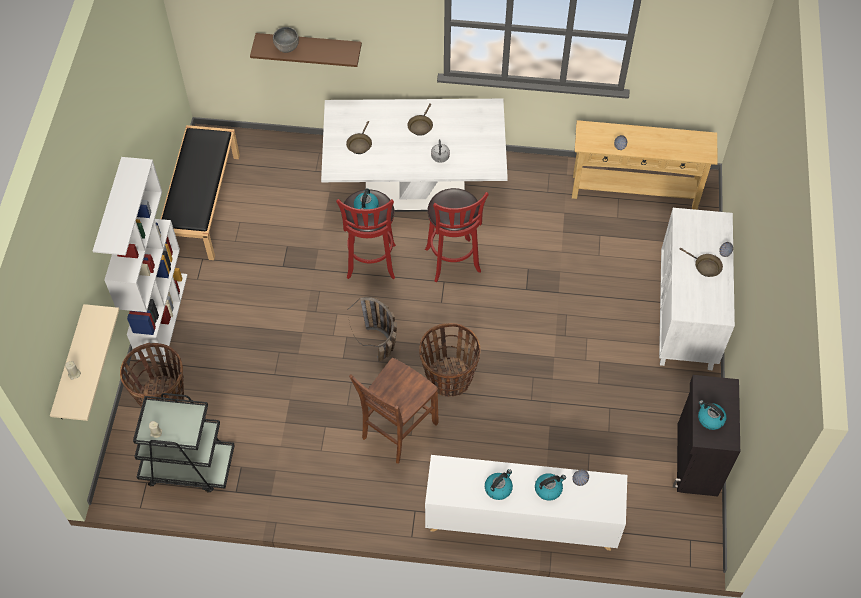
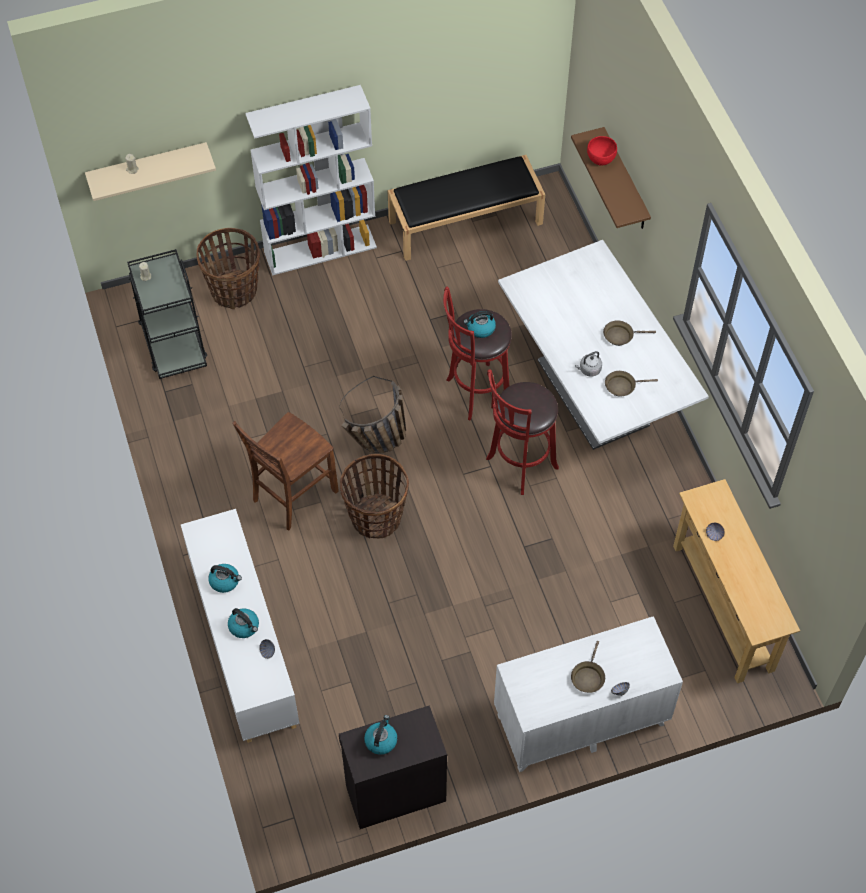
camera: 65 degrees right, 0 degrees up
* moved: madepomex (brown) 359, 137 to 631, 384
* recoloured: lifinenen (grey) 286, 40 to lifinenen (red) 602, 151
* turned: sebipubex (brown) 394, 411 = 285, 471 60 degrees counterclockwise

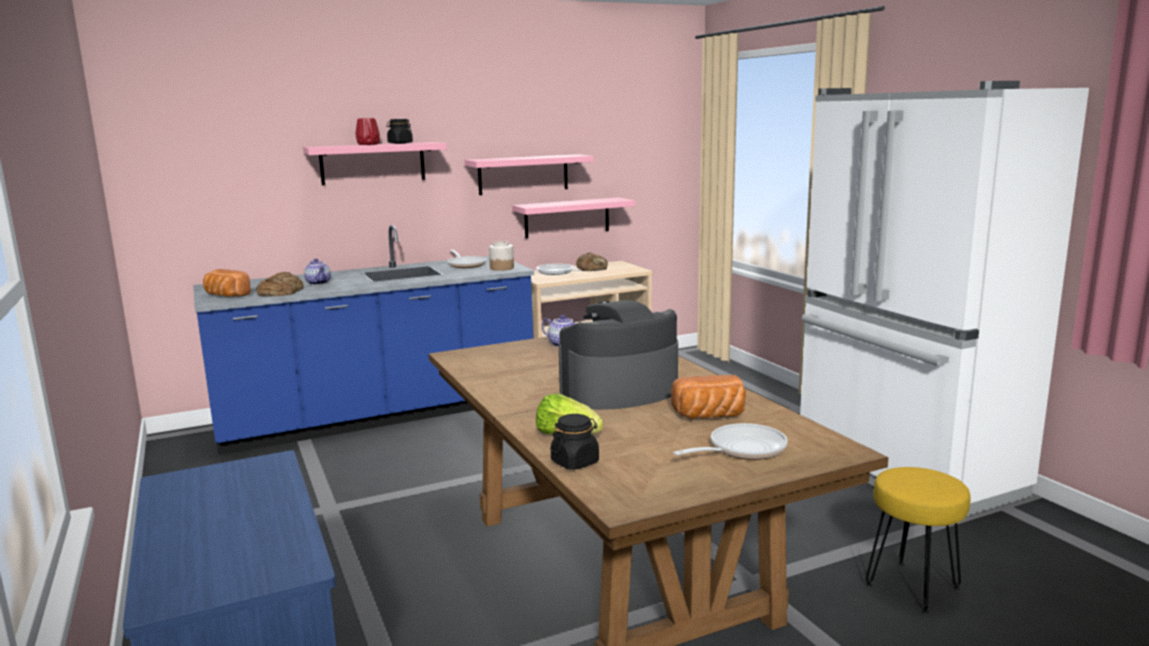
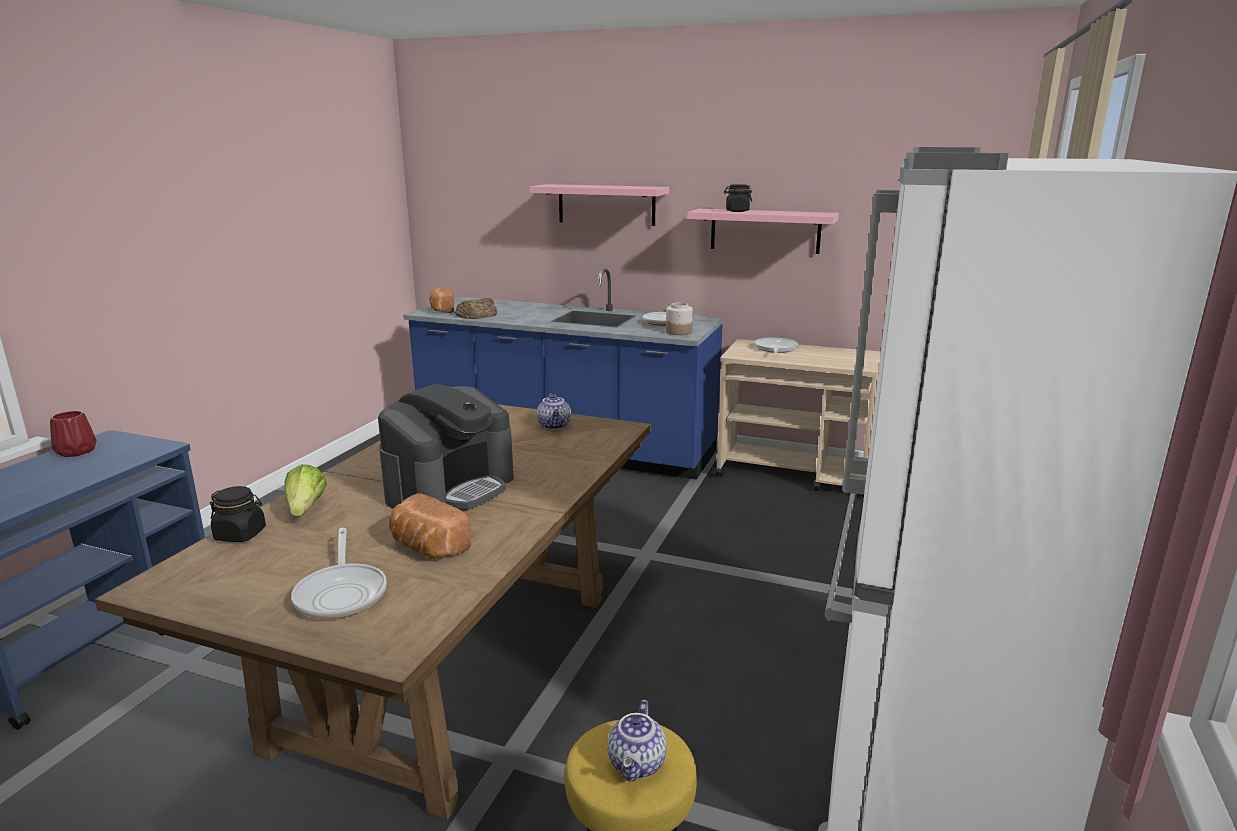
camera: 45 degrees right, 5 degrees up
* removed: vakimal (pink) 574, 217
* removed: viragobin 592, 262
* moved: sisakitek 317, 272 to 637, 740
* moved: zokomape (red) 367, 131 to 73, 434
* moved: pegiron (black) 399, 131 to 738, 198
* turned: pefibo 618, 355 = 446, 447 105 degrees clockwise
* turned: madepomex 730, 441 = 339, 573 60 degrees clockwise

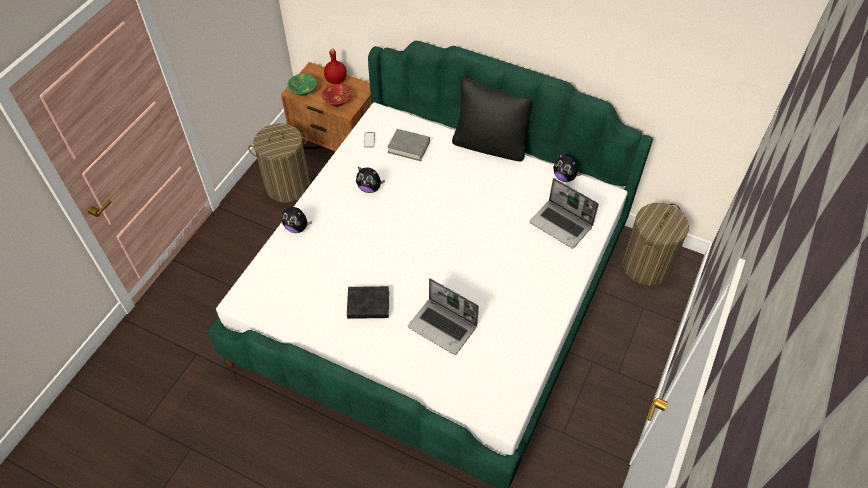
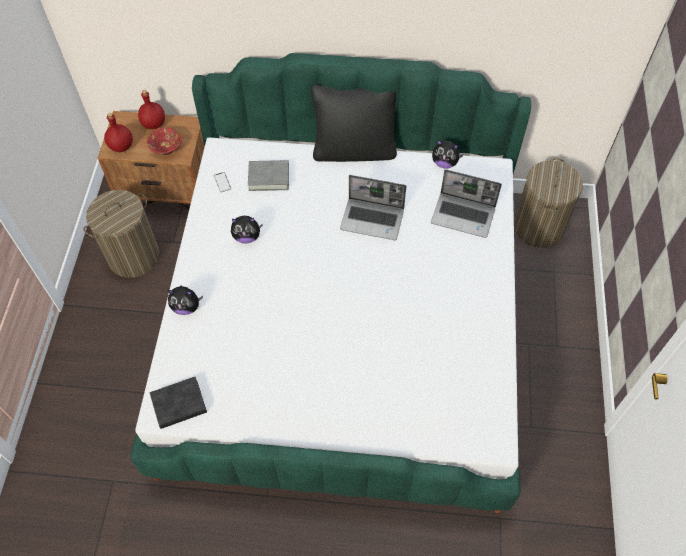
camera: 20 degrees left, 5 degrees up
* moved: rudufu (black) 368, 302 to 178, 403
* moved: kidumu 443, 316 to 373, 207
* replaced: lifinenen (green) 302, 85 to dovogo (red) 118, 132

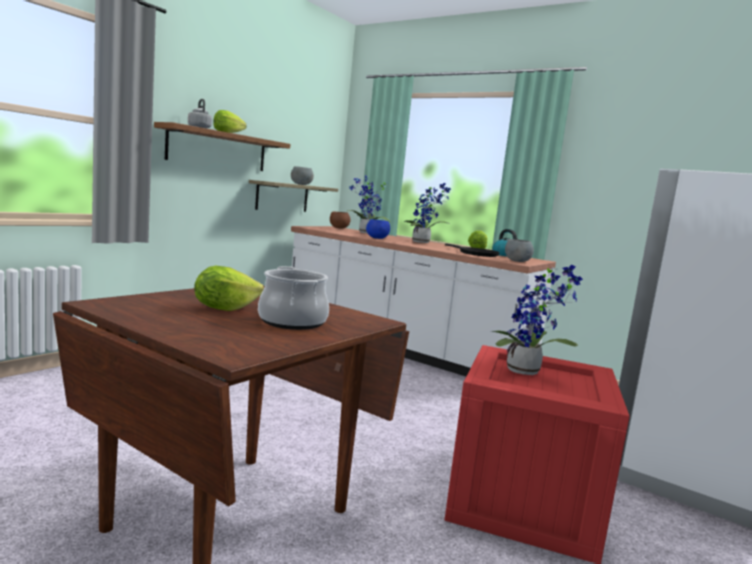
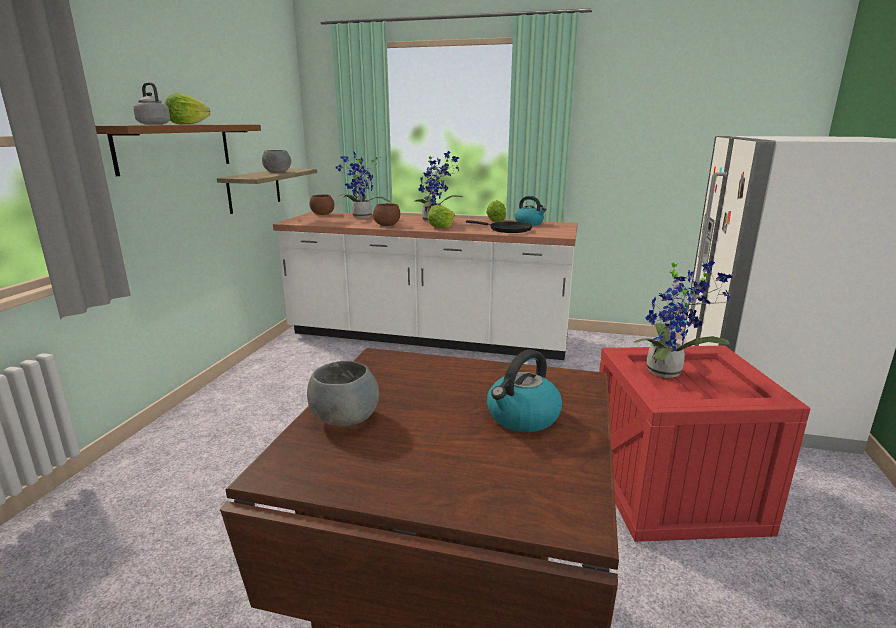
camera: 20 degrees left, 10 degrees up
* moved: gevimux 229, 288 to 441, 216
* moved: lifinenen (grey) 519, 250 to 343, 393
* replaced: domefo 293, 298 to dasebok 524, 391
* recoloured: lifinenen (blue) 378, 229 to lifinenen (brown) 386, 214

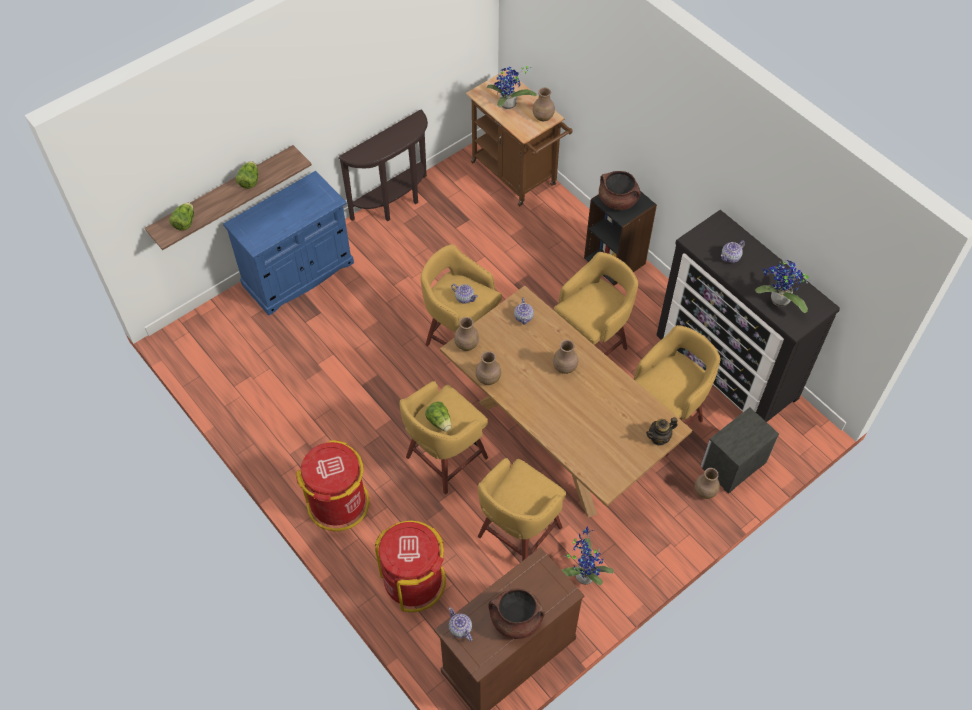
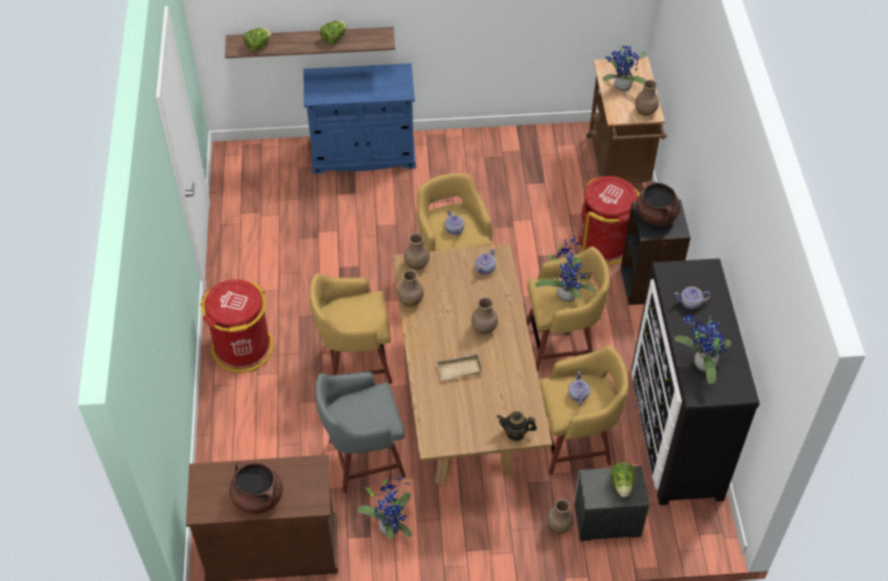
camera: 35 degrees right, 5 degrees down
* removed: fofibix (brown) 383, 165
* added: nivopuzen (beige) 459, 366
* added: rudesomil 565, 269
* moved: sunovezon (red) 410, 566 to 609, 220
* moved: gevimux 438, 416 to 623, 480
* moved: sisakitek 460, 624 to 579, 388
* recoloured: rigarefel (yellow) 522, 509 to rigarefel (grey) 360, 432

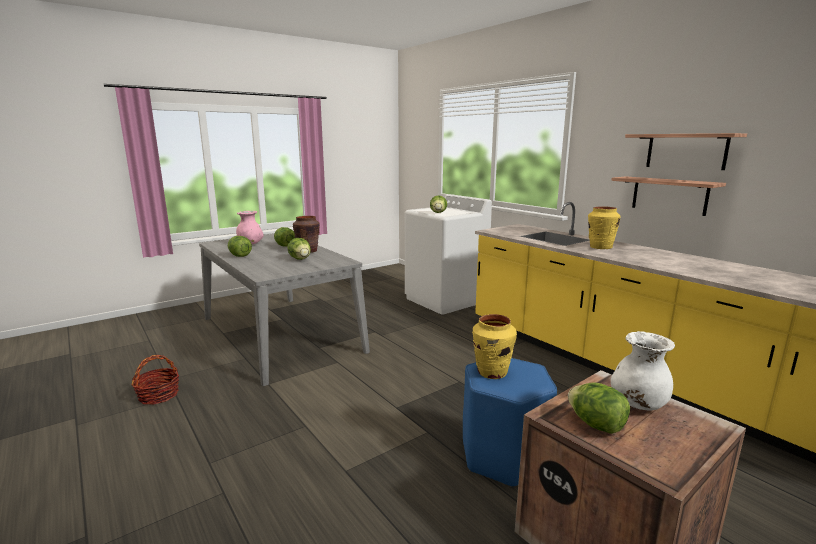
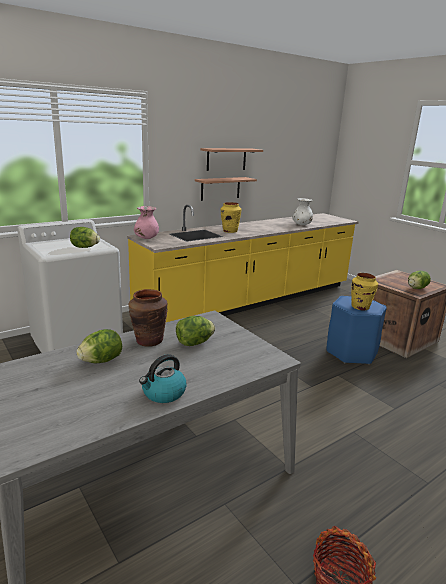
camera: 90 degrees left, 5 degrees up
* moved: zokomape (pink) 250, 227 to 146, 222
* moved: zokomape (white) 643, 370 to 302, 211
* replaced: gevimux 240, 246 to dasebok 163, 378

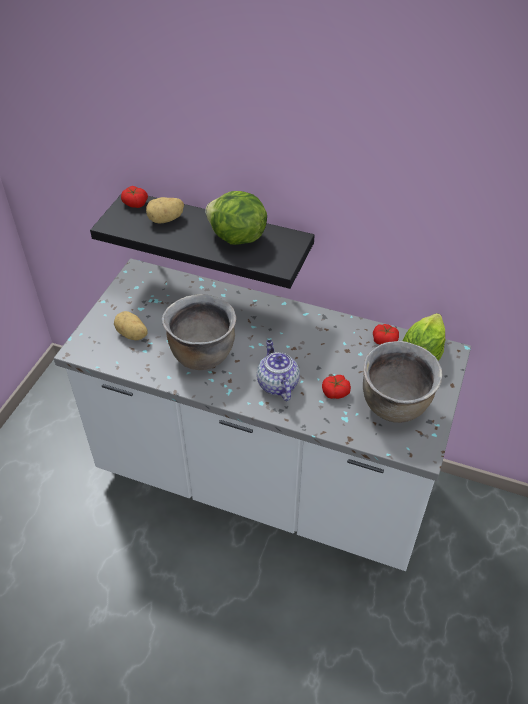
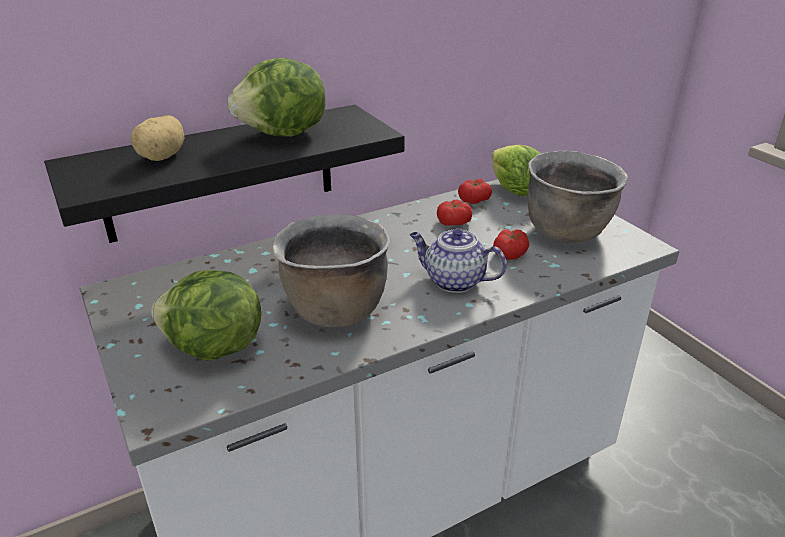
camera: 50 degrees left, 15 degrees down
* moved: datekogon 134, 197 to 454, 213
* replaced: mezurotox 131, 325 to gevimux 206, 315

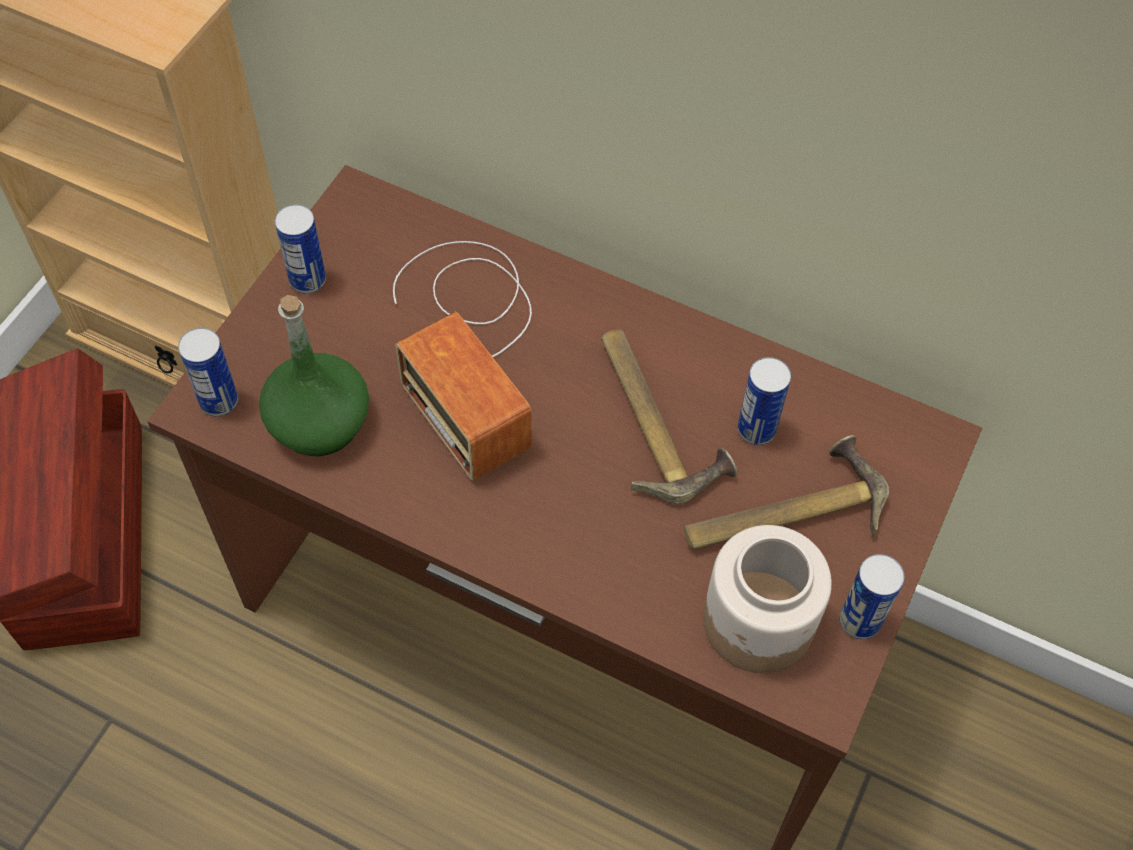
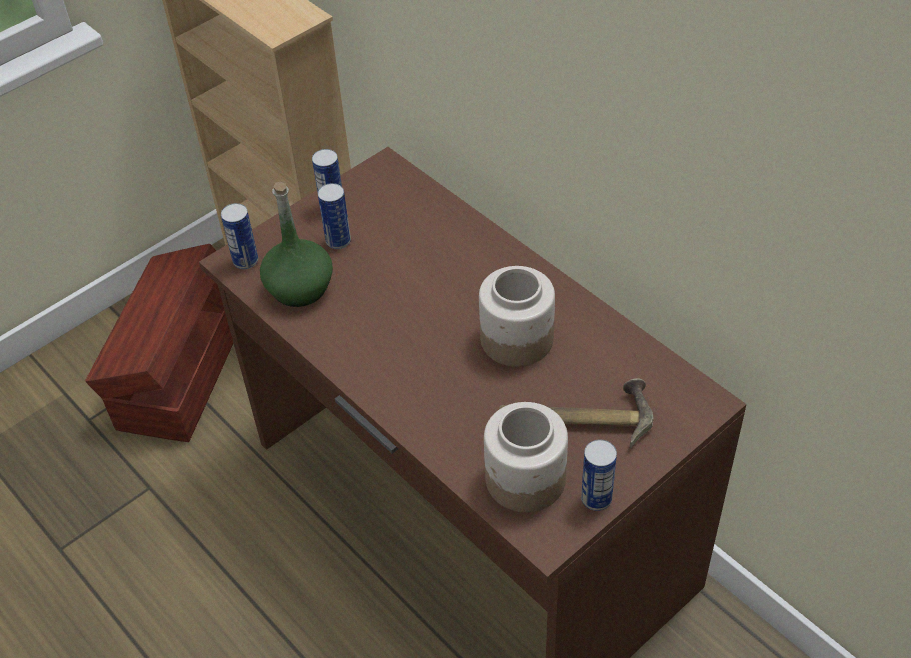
camera: 25 degrees right, 10 degrees down
* removed: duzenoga 462, 361
* moved: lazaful 764, 401 to 334, 216
* replaced: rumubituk 669, 417 to pegiron 517, 316

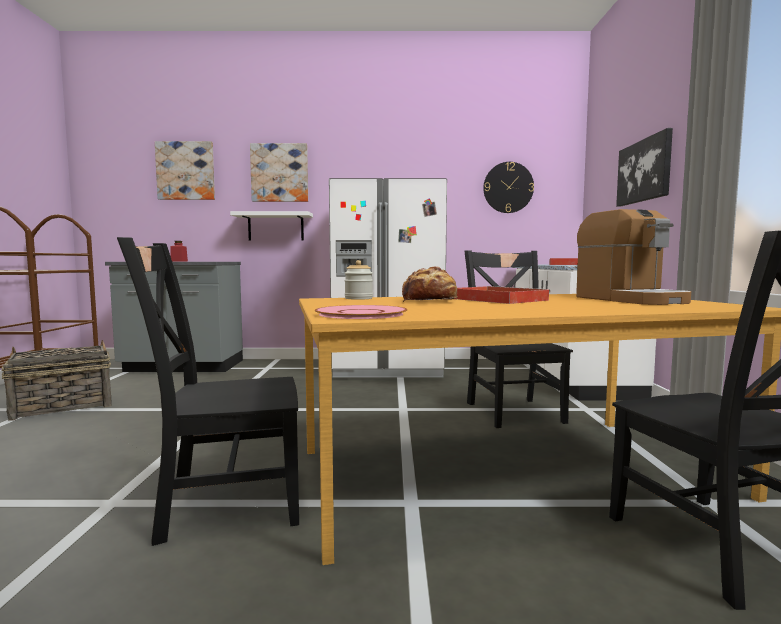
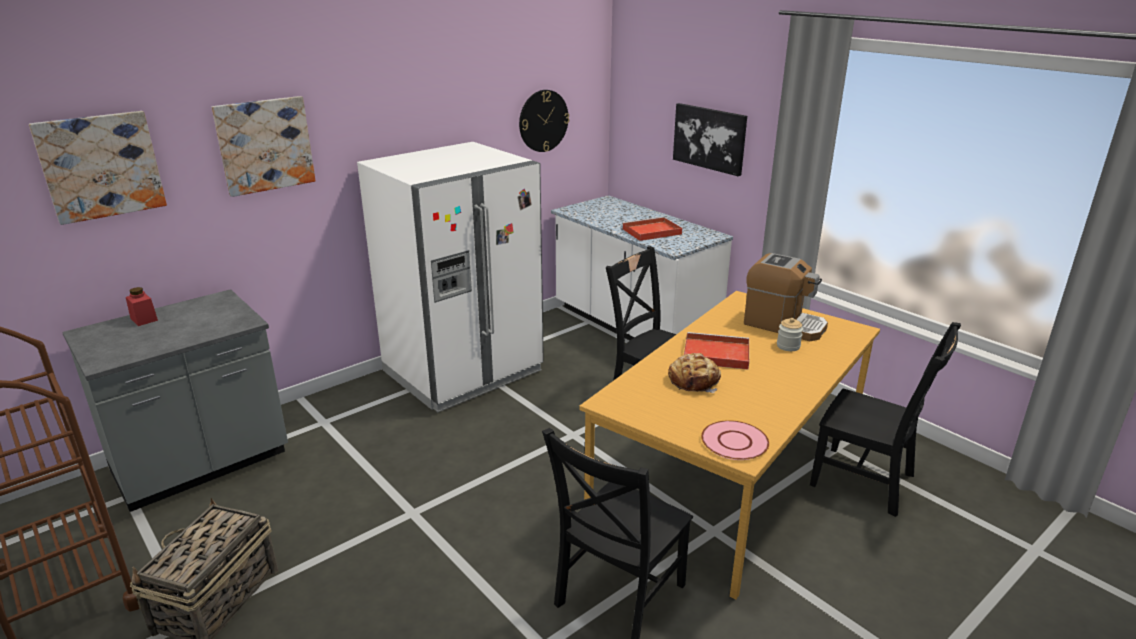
camera: 40 degrees left, 20 degrees up
* removed: vakimal (white) 271, 225
* moved: pegiron 358, 280 to 790, 334

